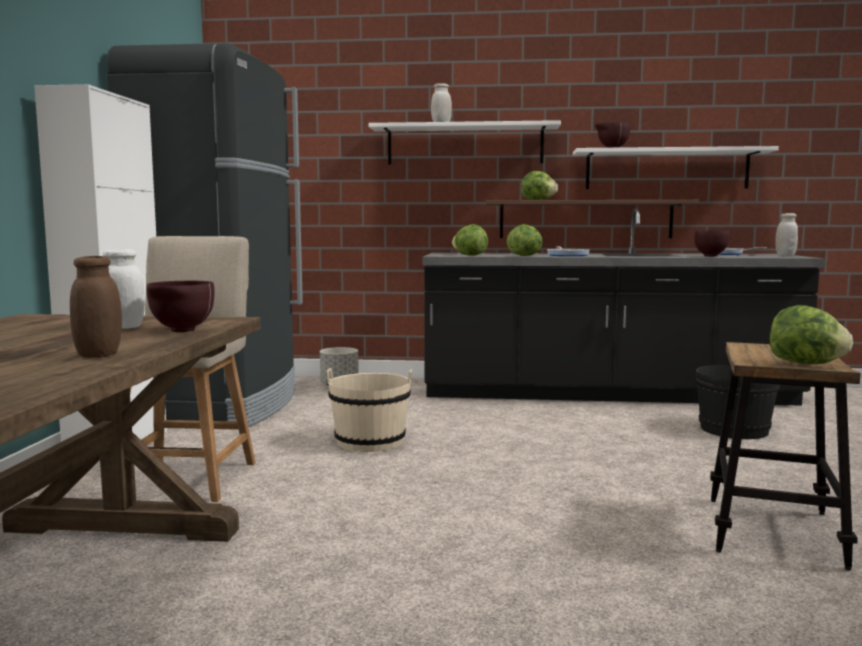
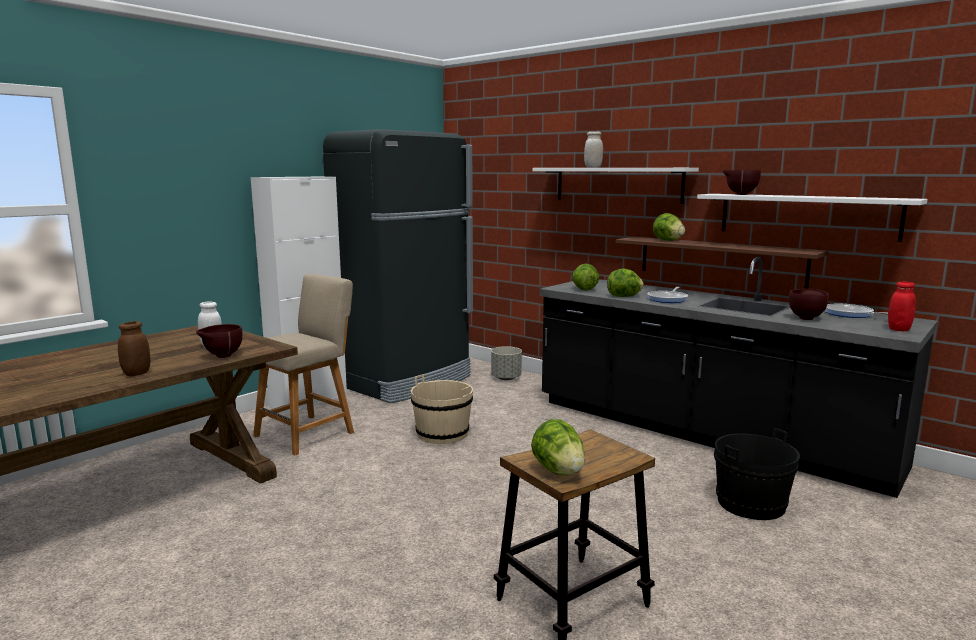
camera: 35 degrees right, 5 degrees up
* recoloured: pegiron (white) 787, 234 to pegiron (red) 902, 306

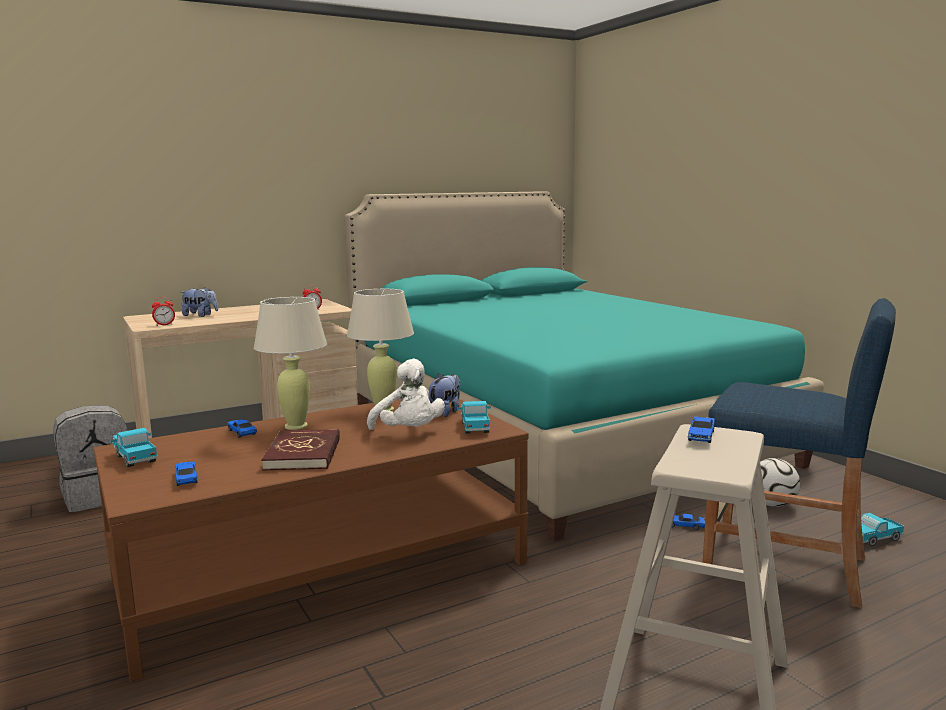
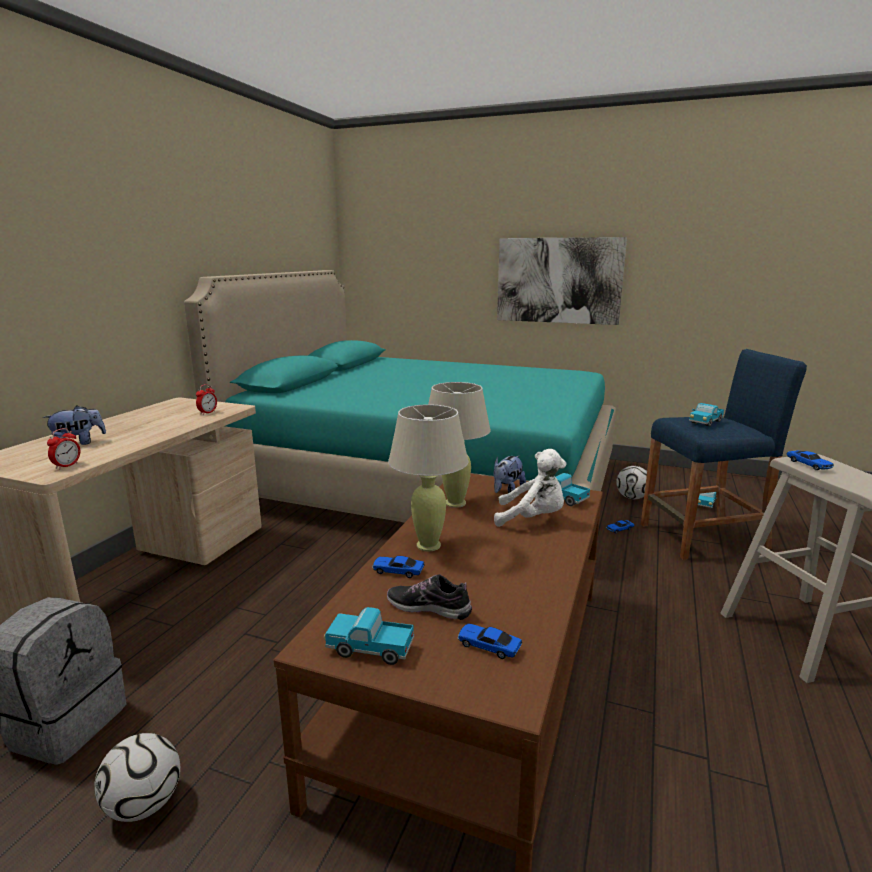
camera: 40 degrees left, 5 degrees up
* removed: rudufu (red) 300, 449
* added: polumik 137, 777
* added: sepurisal 429, 597
* added: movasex 562, 281
* added: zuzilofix 706, 415
* turned: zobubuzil 445, 395 = 509, 474 135 degrees counterclockwise

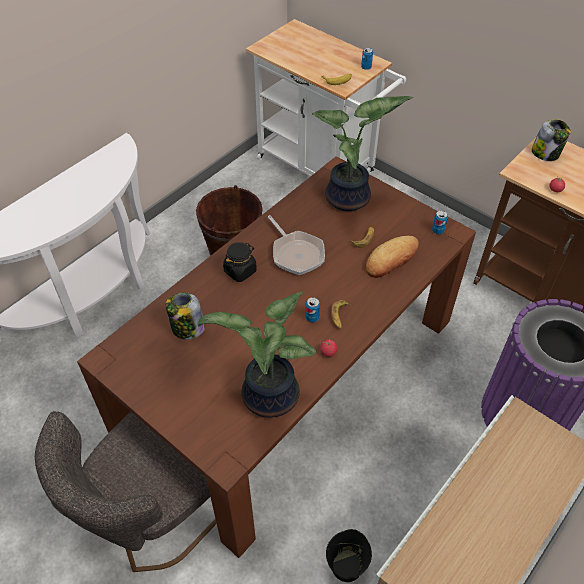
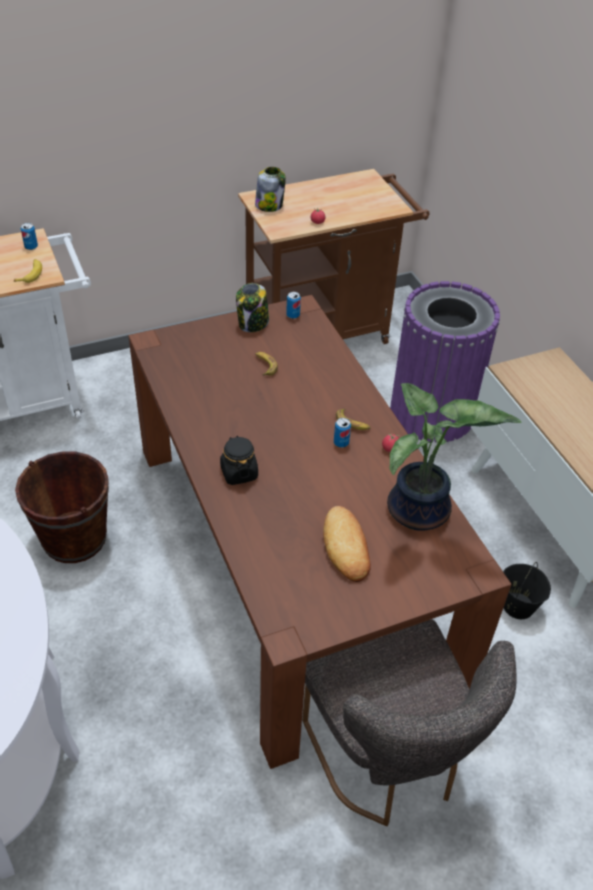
camera: 65 degrees left, 5 degrees down
* removed: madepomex 296, 245
* removed: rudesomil 362, 153
* moved: pegiron 185, 316 to 252, 307
* moved: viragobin 392, 257 to 347, 544

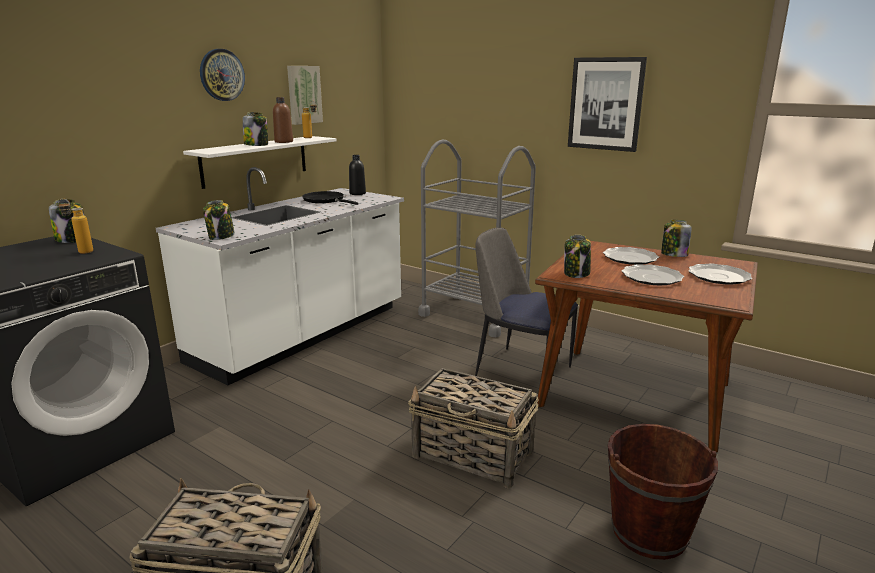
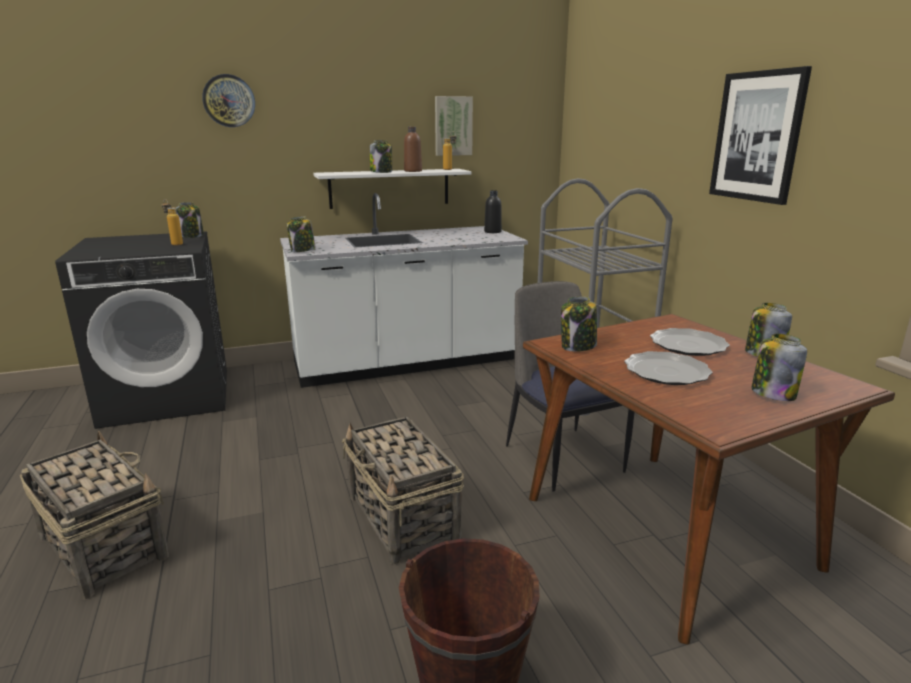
camera: 35 degrees right, 0 degrees up
* removed: madepomex (black) 330, 198
* moved: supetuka 222, 75 to 228, 100
* replaced: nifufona 720, 273 to pegiron 779, 367

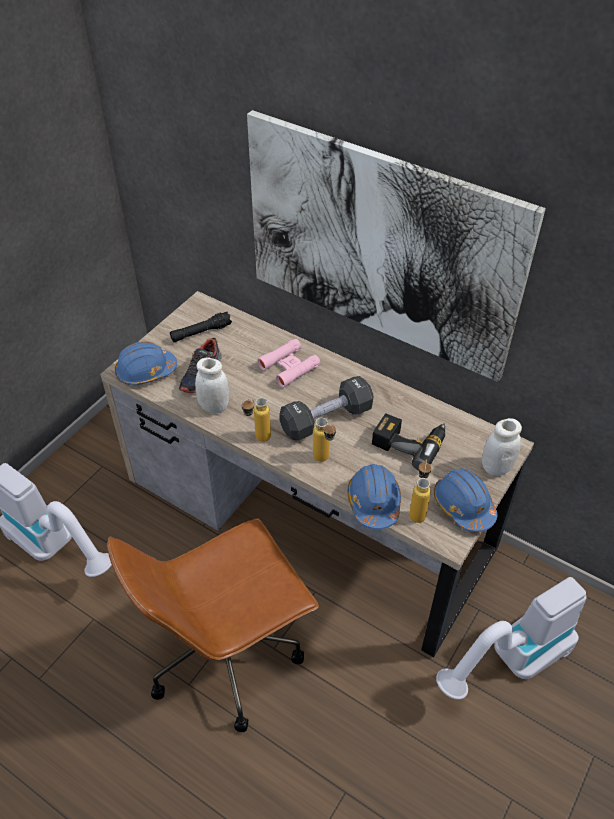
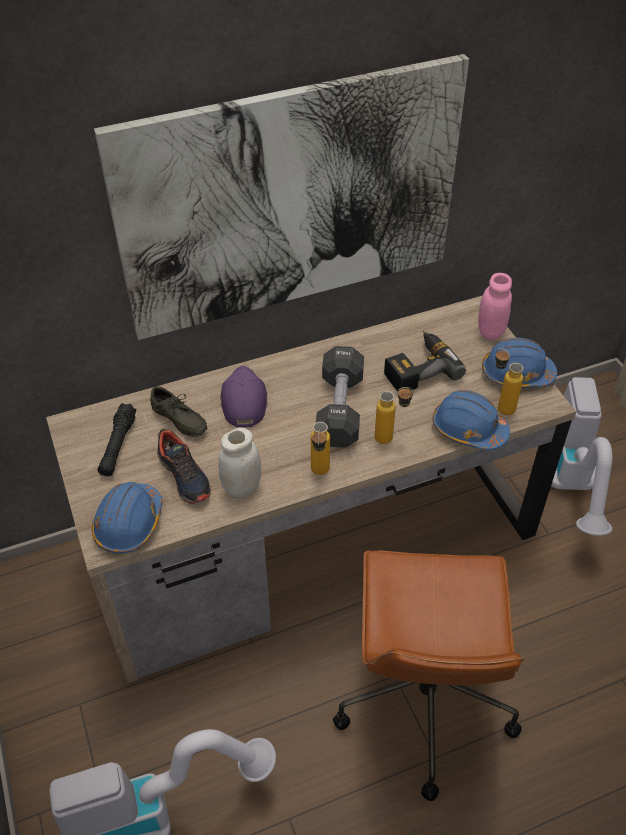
camera: 55 degrees left, 0 degrees up
* added: sepurisal (grey) 178, 411
* replaced: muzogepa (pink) 289, 363 to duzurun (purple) 243, 396
* recoloured: pegiron (white) 502, 447 to pegiron (pink) 495, 306

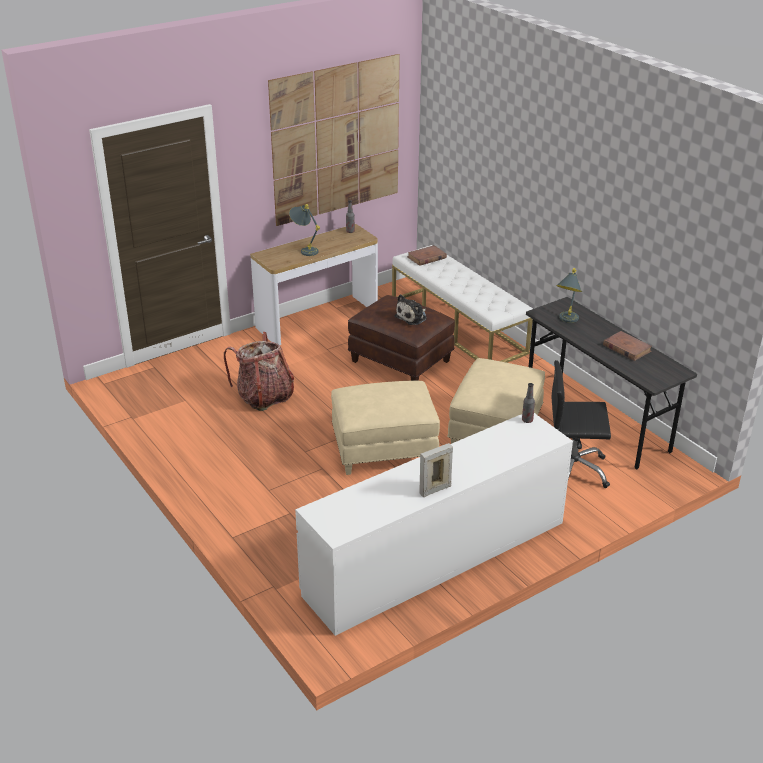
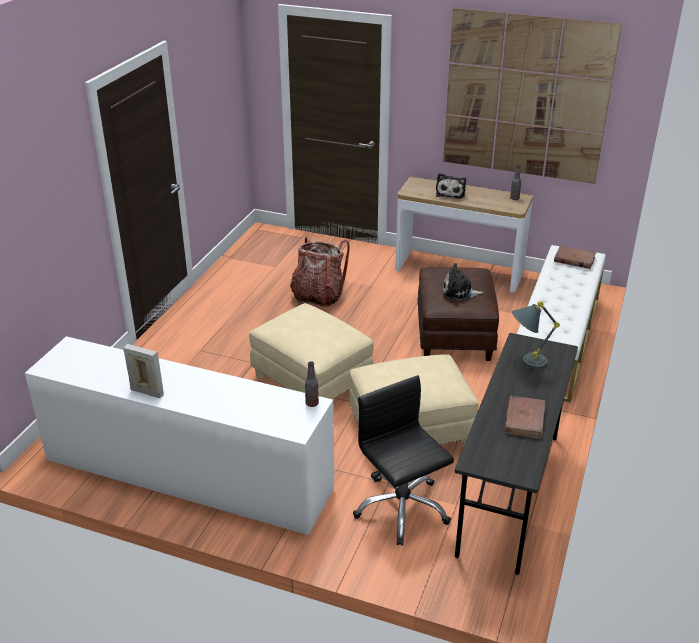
camera: 55 degrees right, 0 degrees up
* replaced: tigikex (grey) 304, 230 to zobubuzil 451, 186

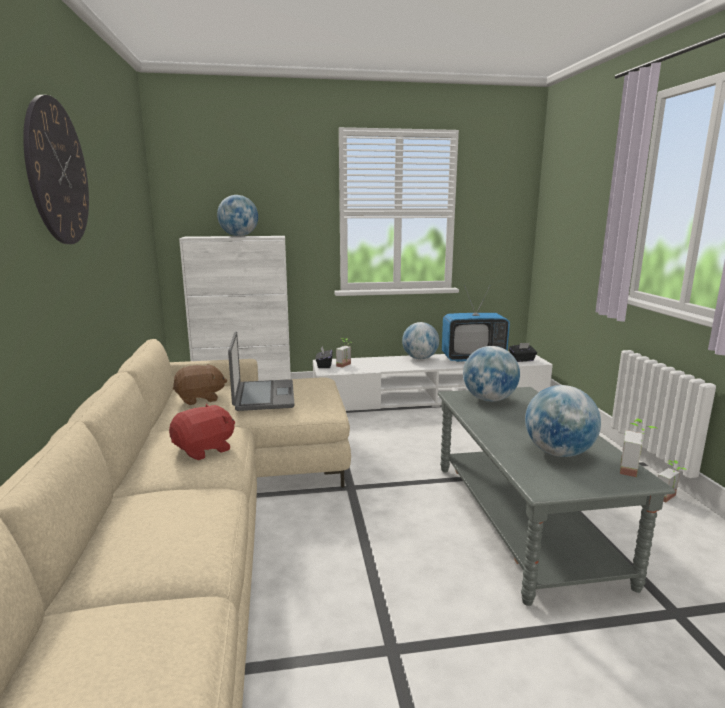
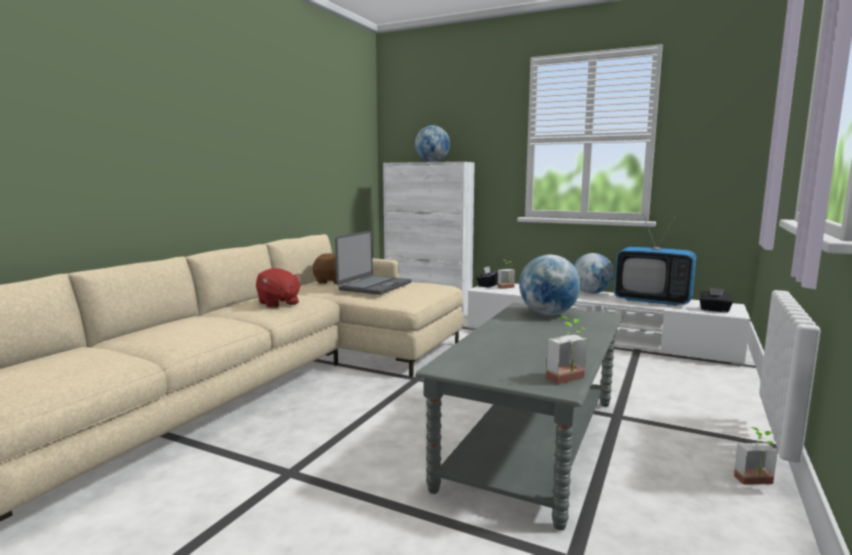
camera: 35 degrees right, 5 degrees down
* removed: supetuka 56, 169
* removed: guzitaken 563, 421
* turned: zobubuzil (red) 202, 432 = 279, 288 60 degrees clockwise

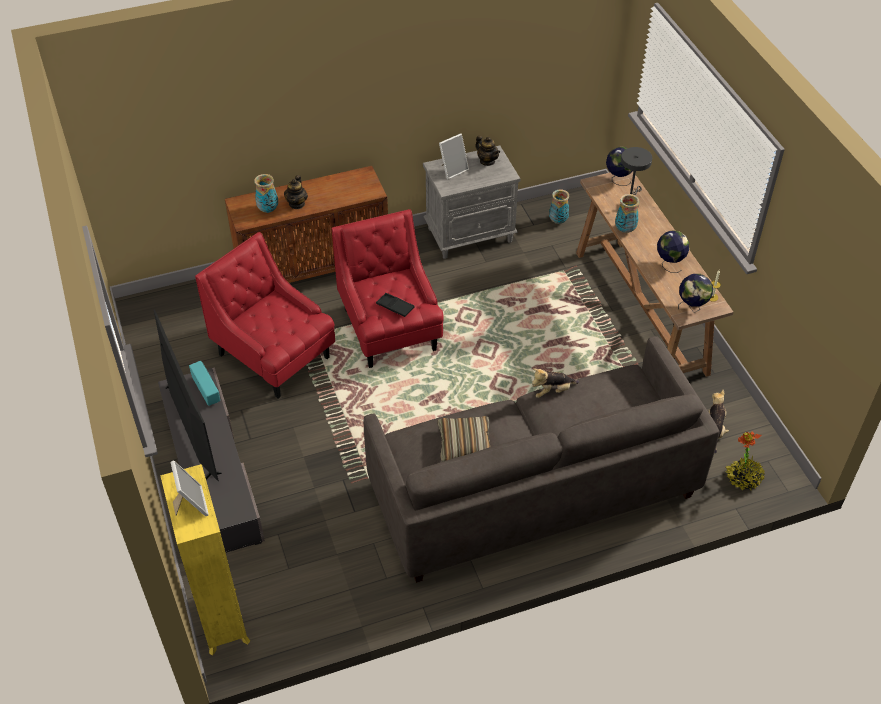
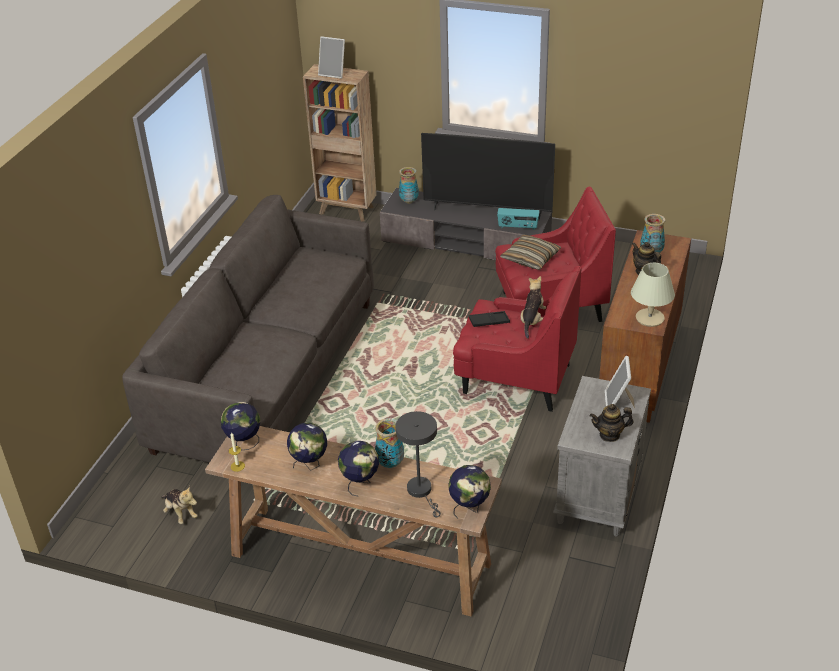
camera: 130 degrees right, 10 degrees down
* removed: rudesomil 745, 460
* added: guzitaken 358, 469
* added: tigikex (beige) 653, 295
* moved: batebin 464, 439 to 530, 252
* moved: zobubuzil 555, 383 to 533, 307
* moved: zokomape 559, 206 to 409, 185
* recoloured: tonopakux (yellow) 205, 559 to tonopakux (brown) 340, 143

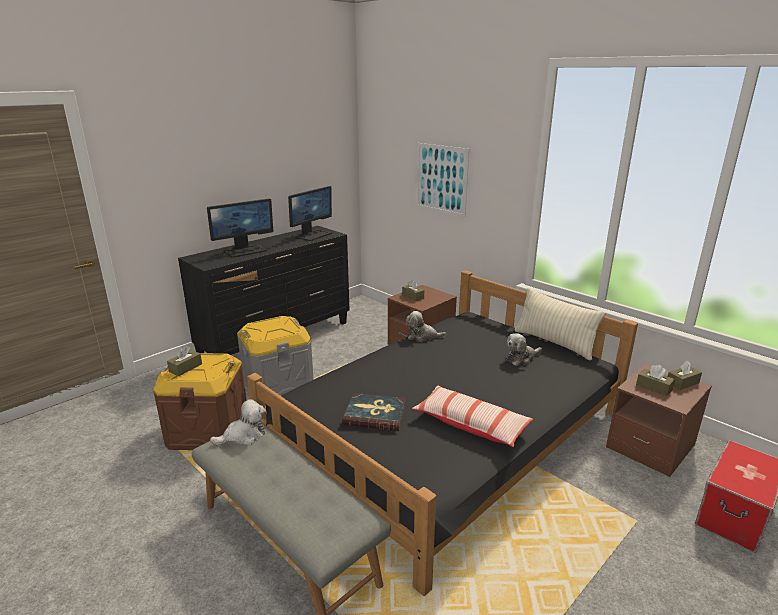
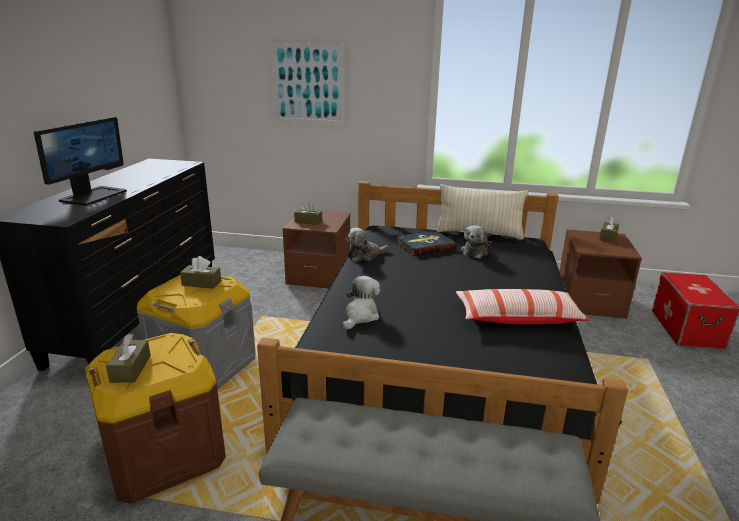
camera: 35 degrees left, 0 degrees up
* removed: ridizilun 310, 213
* moved: zobubuzil 238, 422 to 361, 303
* moved: rudufu 374, 412 to 426, 243
* moved: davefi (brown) 655, 380 to 200, 272

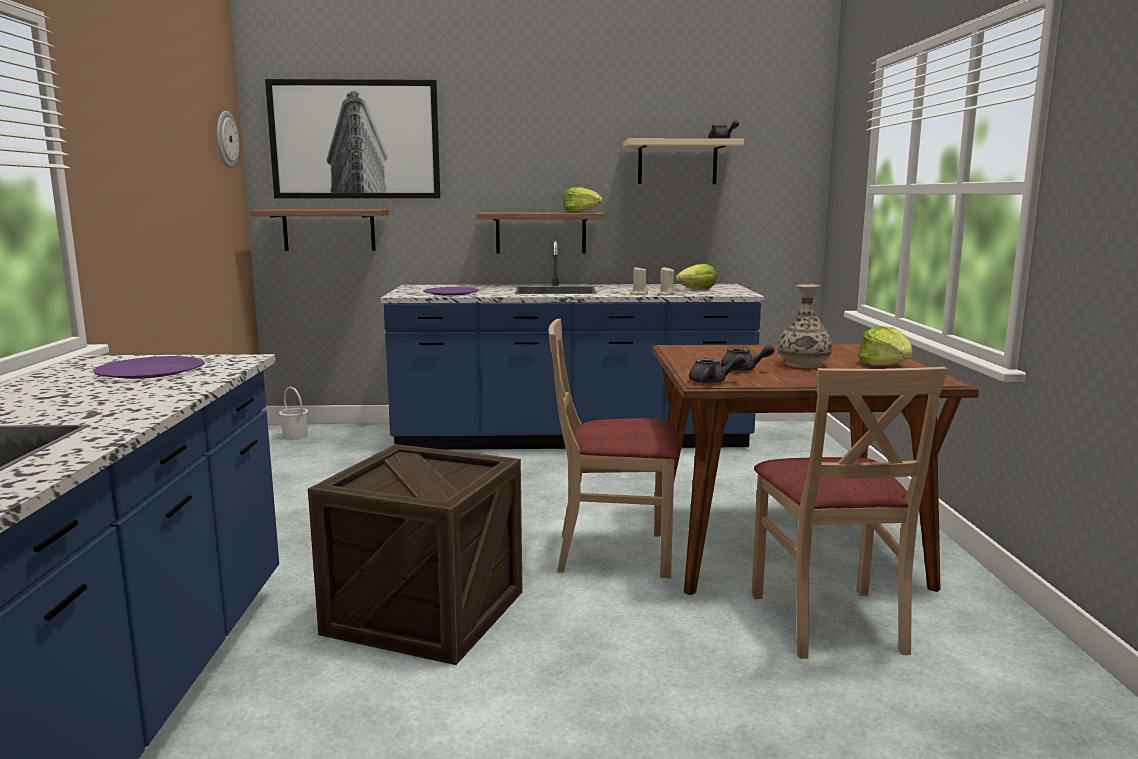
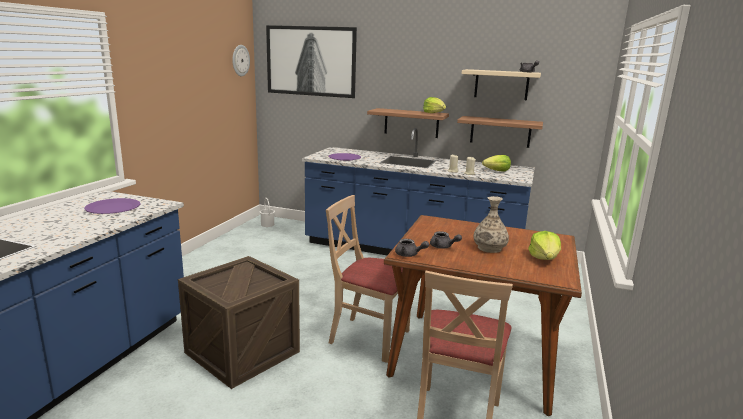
camera: 20 degrees right, 5 degrees up
* moved: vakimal 319, 230 to 500, 132

